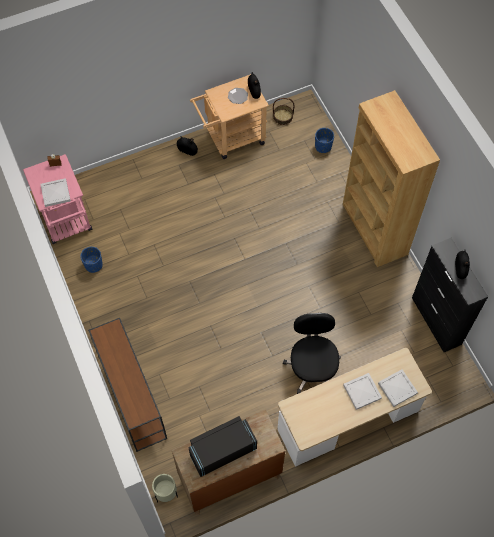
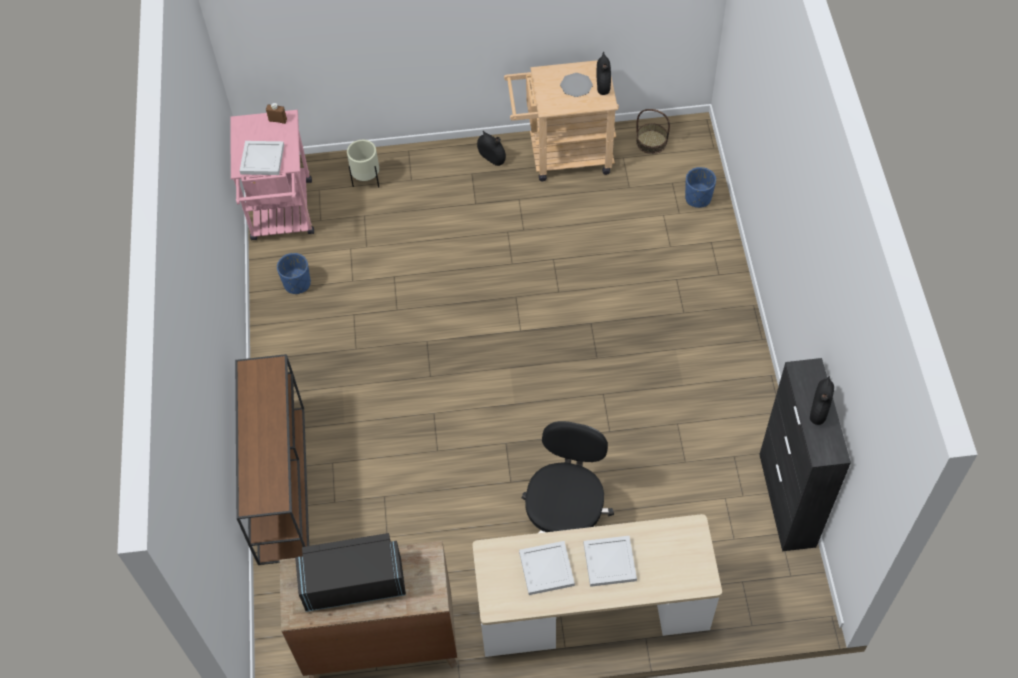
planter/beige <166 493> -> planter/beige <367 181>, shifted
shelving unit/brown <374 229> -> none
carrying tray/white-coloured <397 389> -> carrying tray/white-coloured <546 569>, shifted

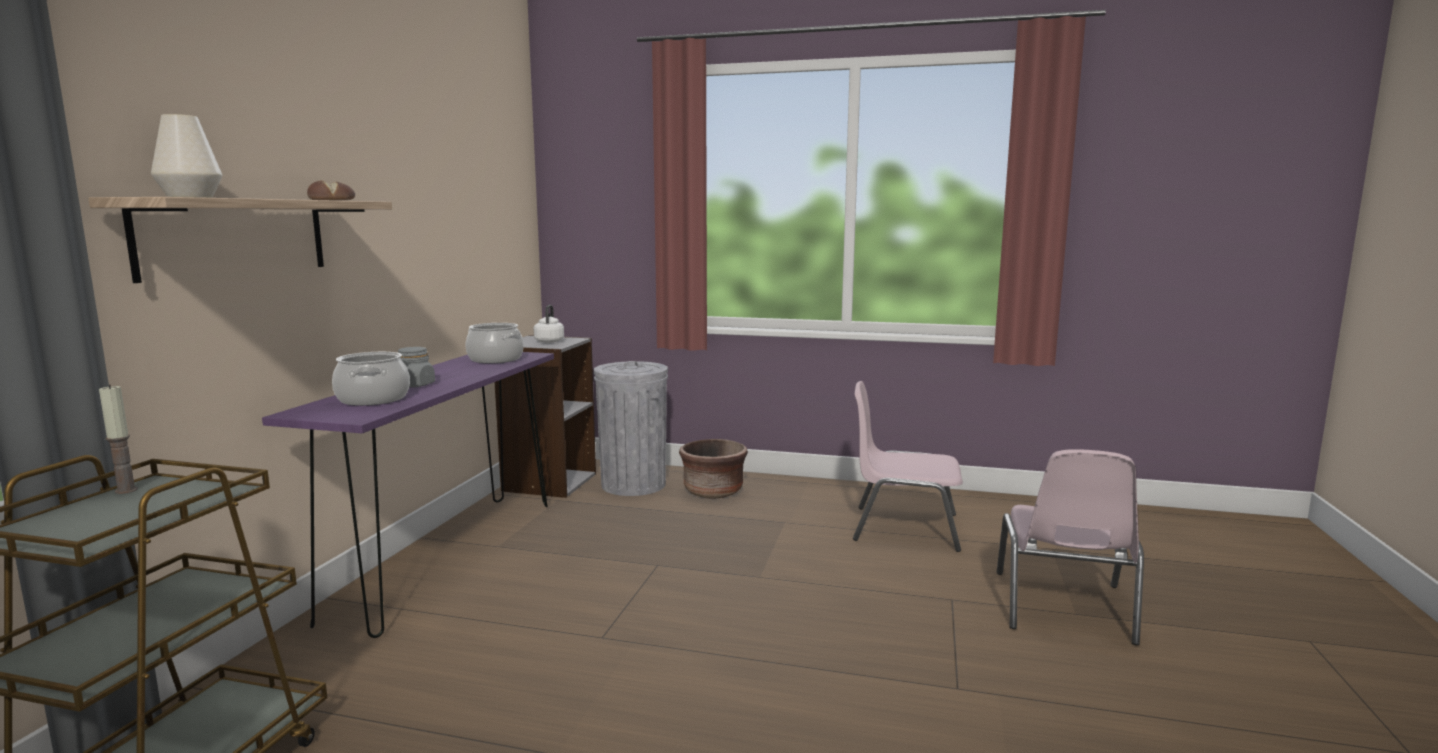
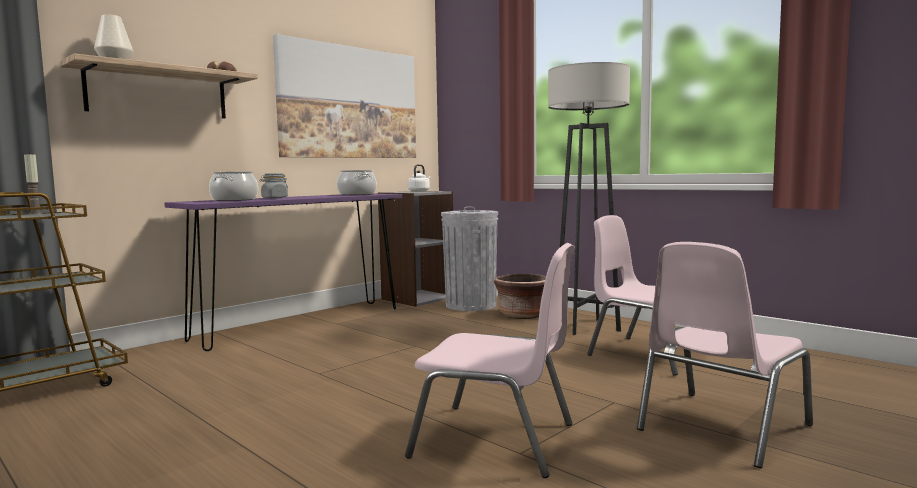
none -> wall picture <349 103>
none -> plain chair/pink-coloured <496 440>
none -> standard lamp/grey <586 327>

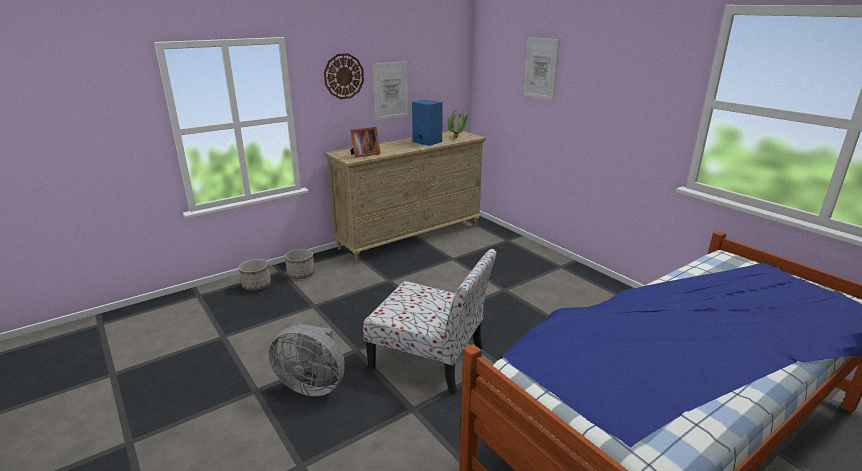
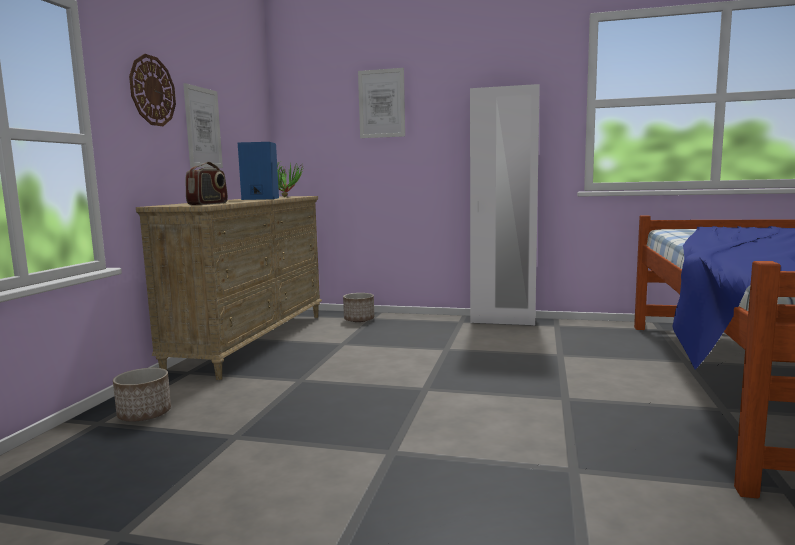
planter <256 285> -> planter <359 320>, shifted
cooling fan/grey <312 385> -> none
picture frame <364 155> -> radio receiver <208 204>
plain chair <430 358> -> none
none -> wardrobe/white-coloured <503 321>

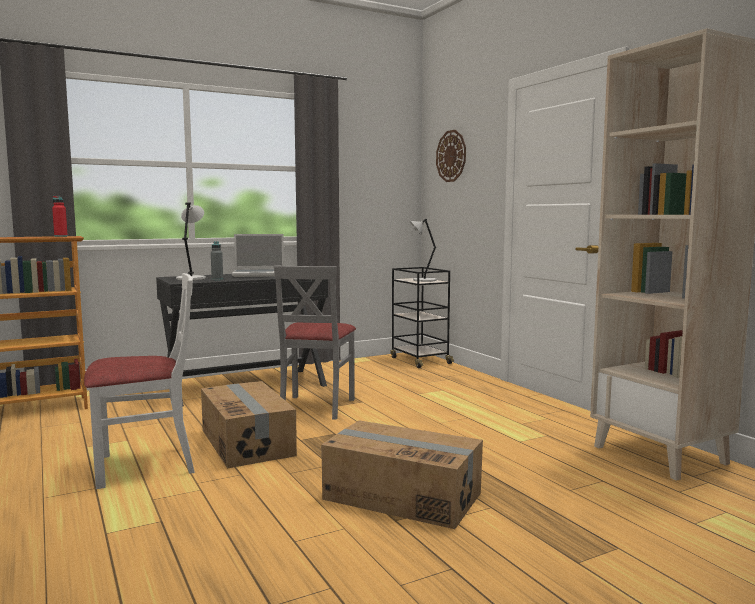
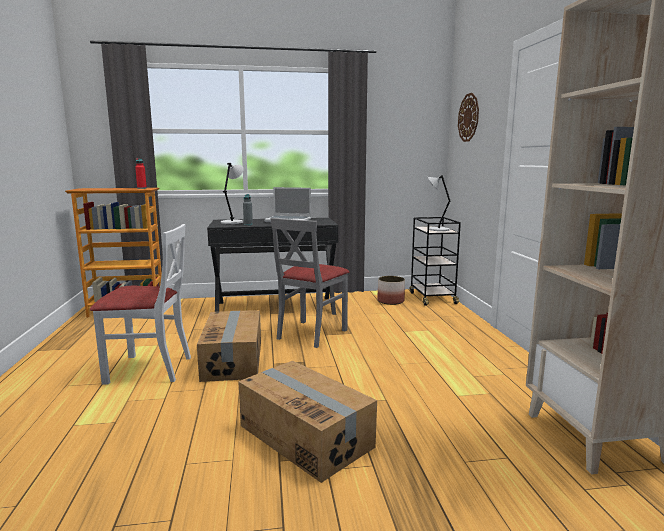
none -> planter <391 301>

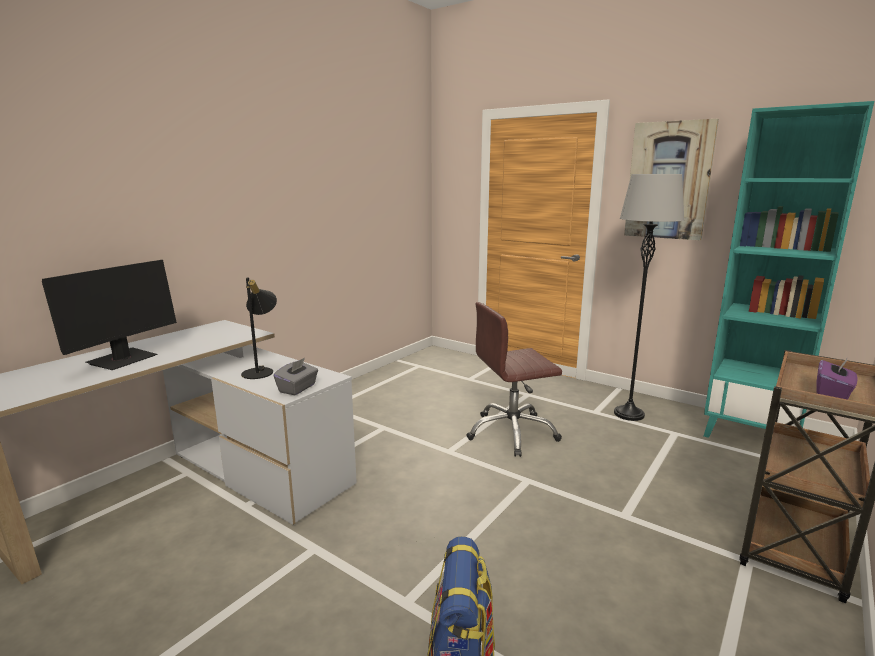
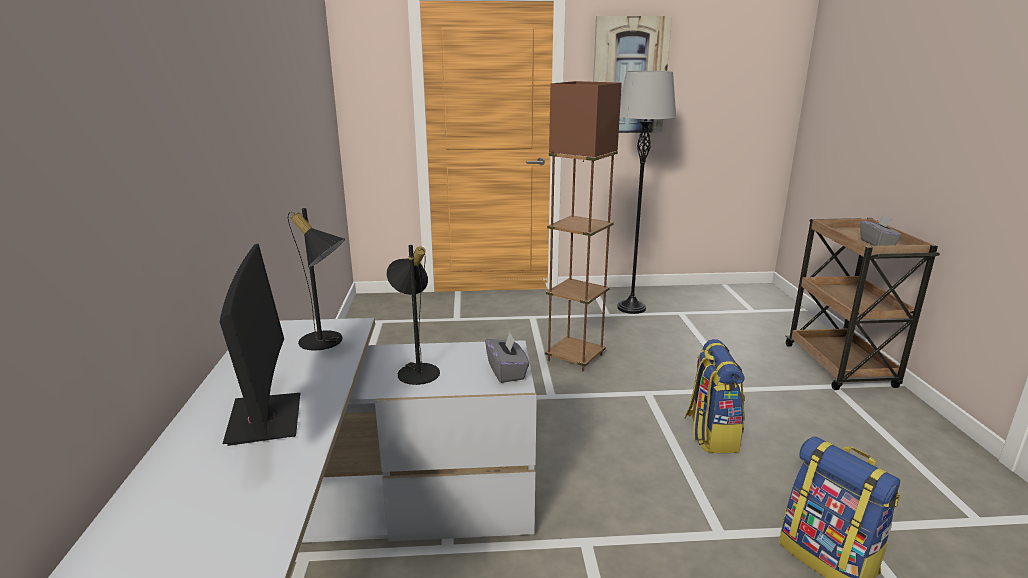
office chair/brown <512 433> -> standard lamp/brown <575 357>
shelving unit/blue-green <751 434> -> none
tissue box/purple-coloured <832 393> -> tissue box/grey <877 243>
none -> table lamp/blackish <326 343>
none -> backpack <710 434>

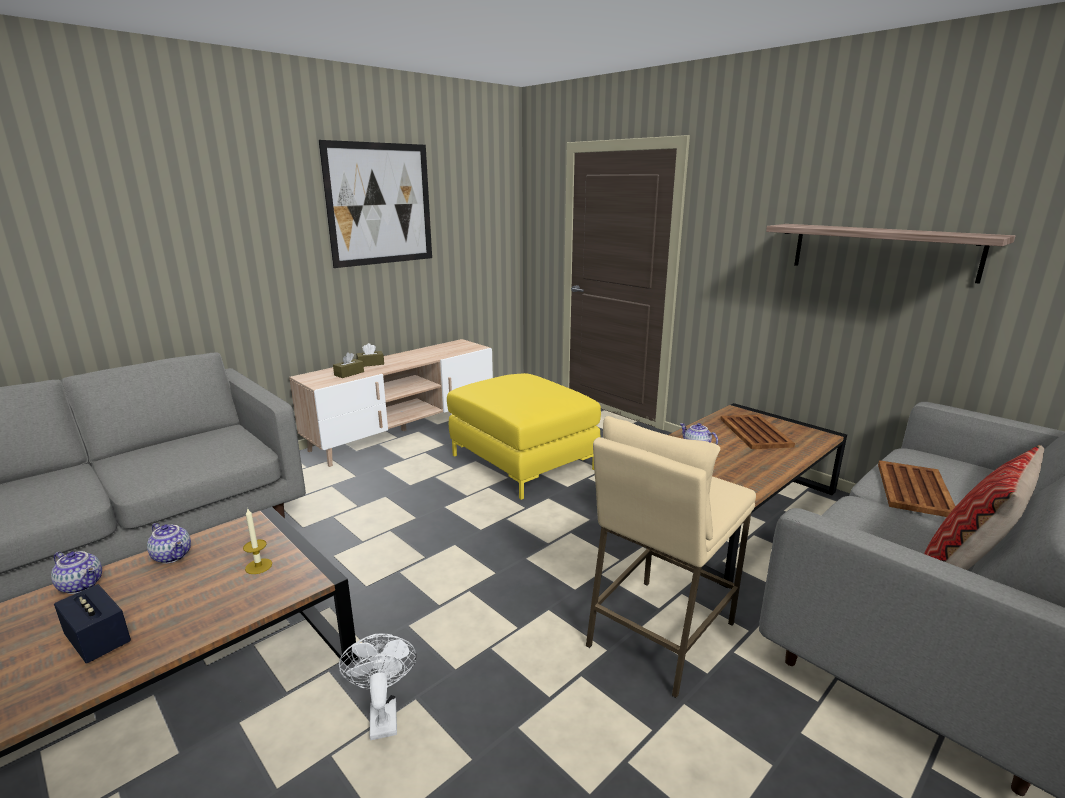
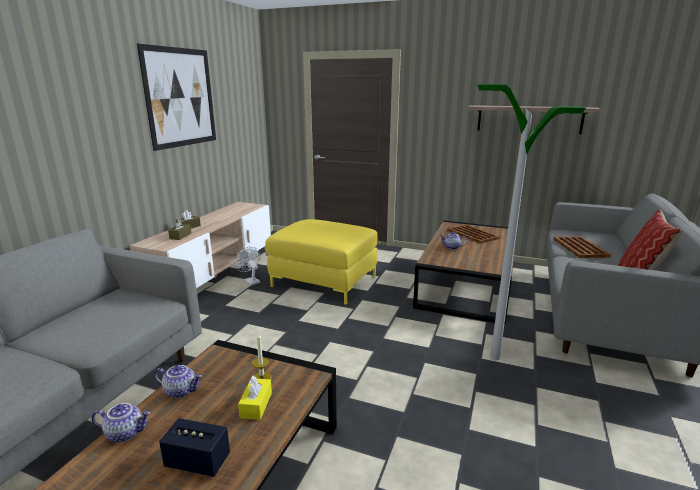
cooling fan/white-coloured <382 713> -> cooling fan/white-coloured <250 281>, shifted
stool seat/beige <660 634> -> standard lamp <494 357>
none -> tissue box/yellowish <256 405>

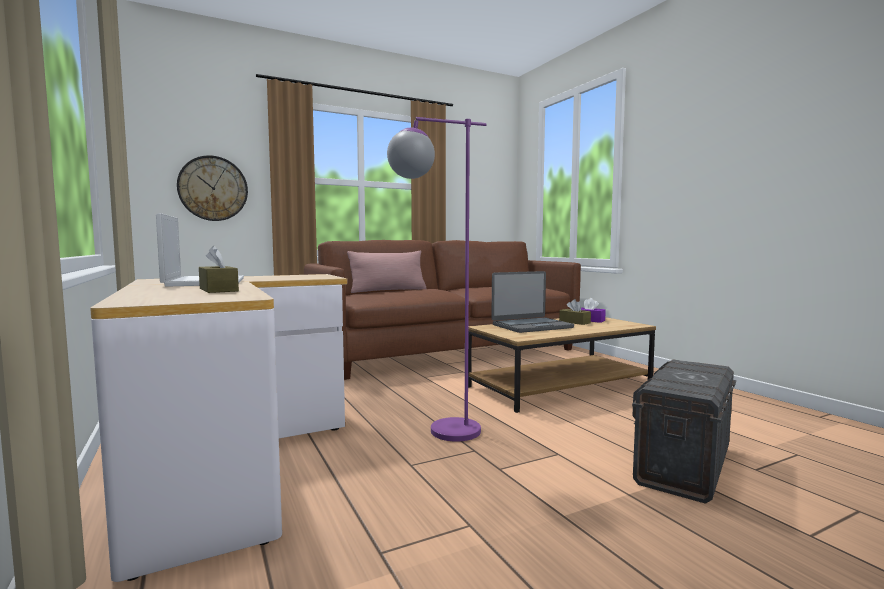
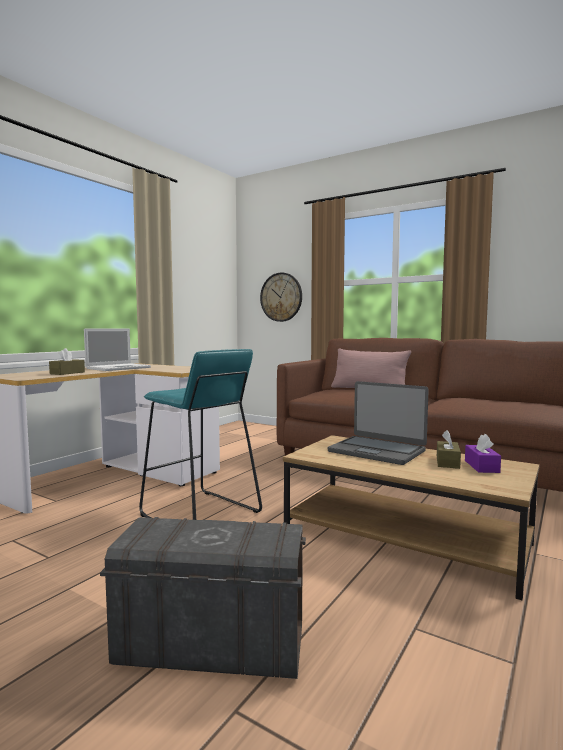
standard lamp/purple-coloured <438 433> -> stool seat/blue-green <200 514>

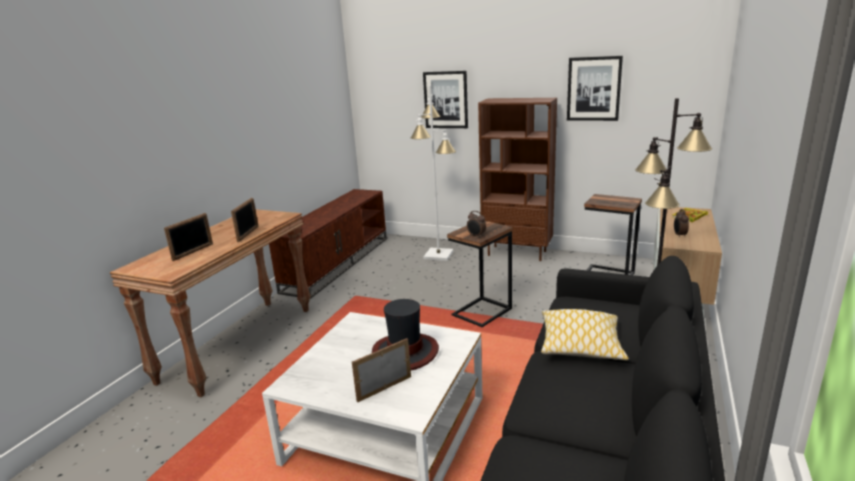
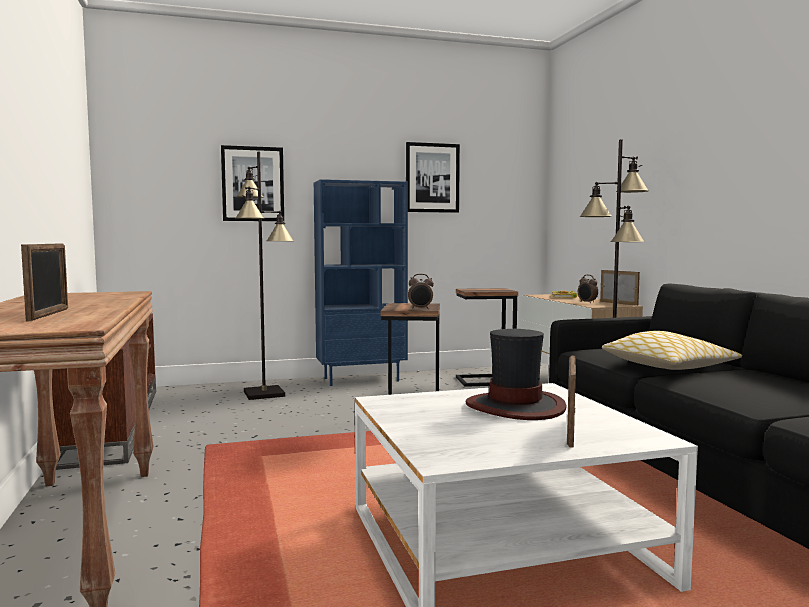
picture frame <248 234> -> picture frame <619 303>, shifted
standard lamp/white-coloured <439 255> -> standard lamp/blackish <264 394>
shelving unit/brown <517 253> -> shelving unit/bluish <362 379>

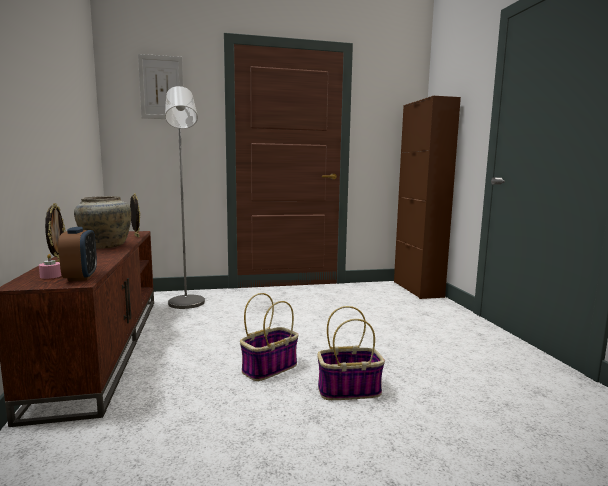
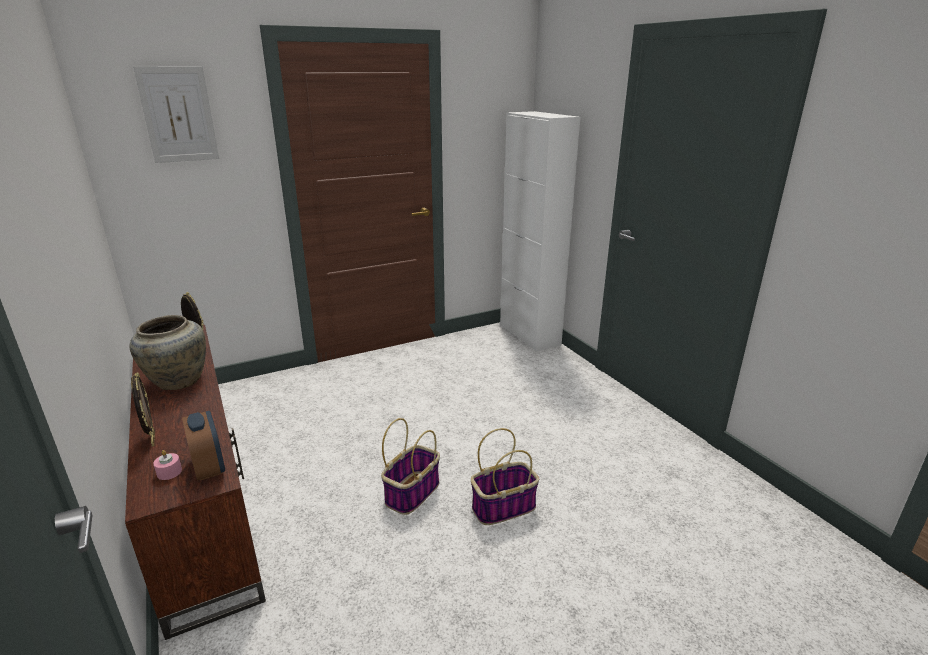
standard lamp/grey <187 305> -> none
cabinet/brown <417 289> -> cabinet/white-coloured <529 335>

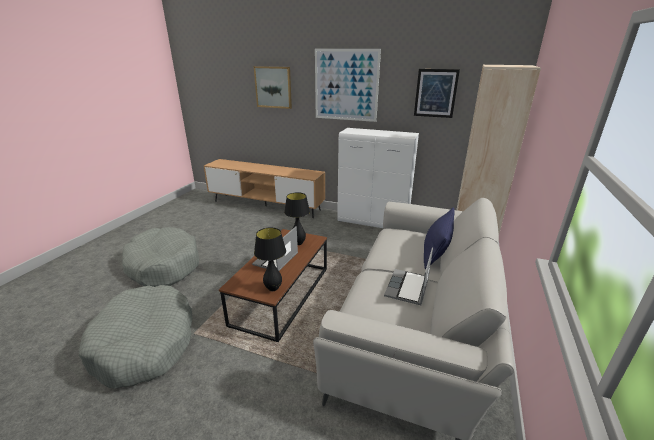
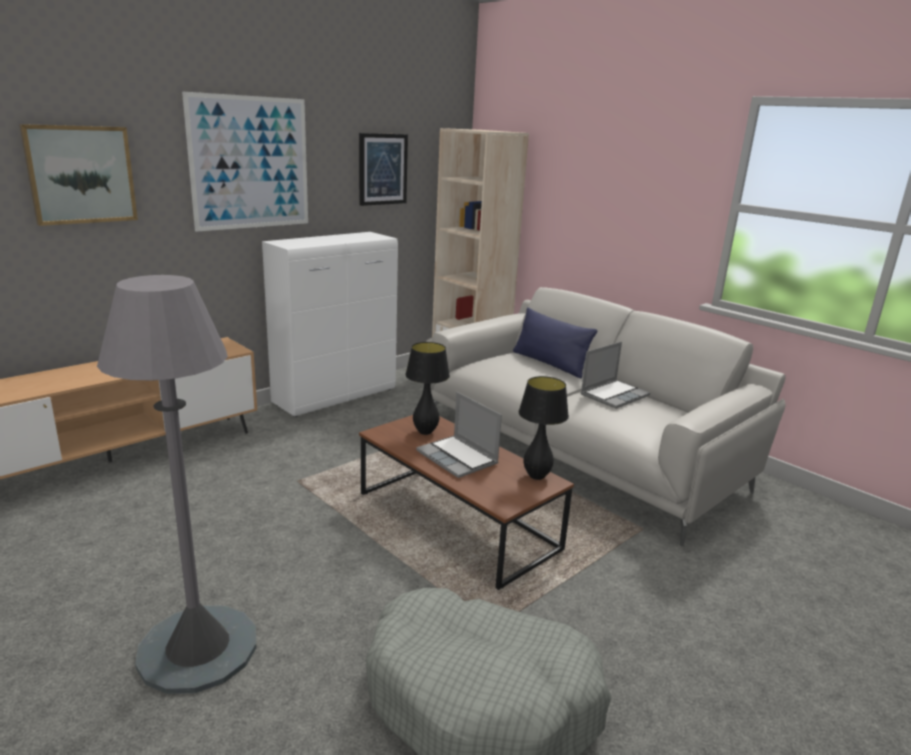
dog bed/grey <163 265> -> standard lamp/grey <198 648>
laptop <408 288> -> laptop <614 395>, 90 degrees counterclockwise

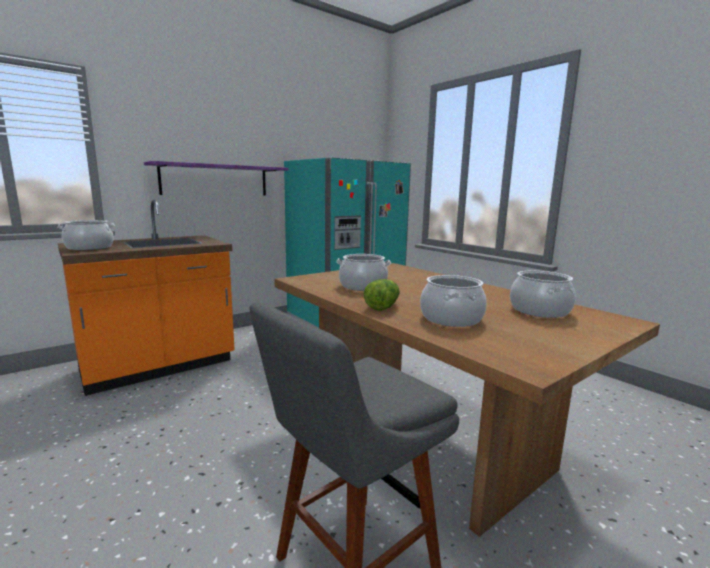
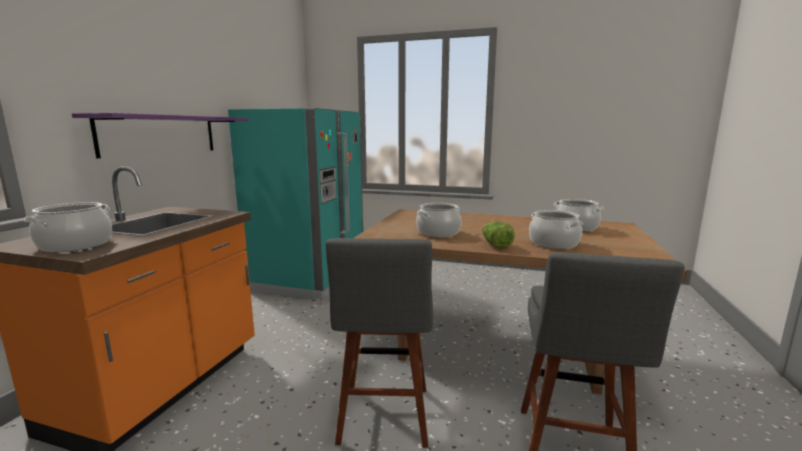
none -> stool seat/grey <384 419>

